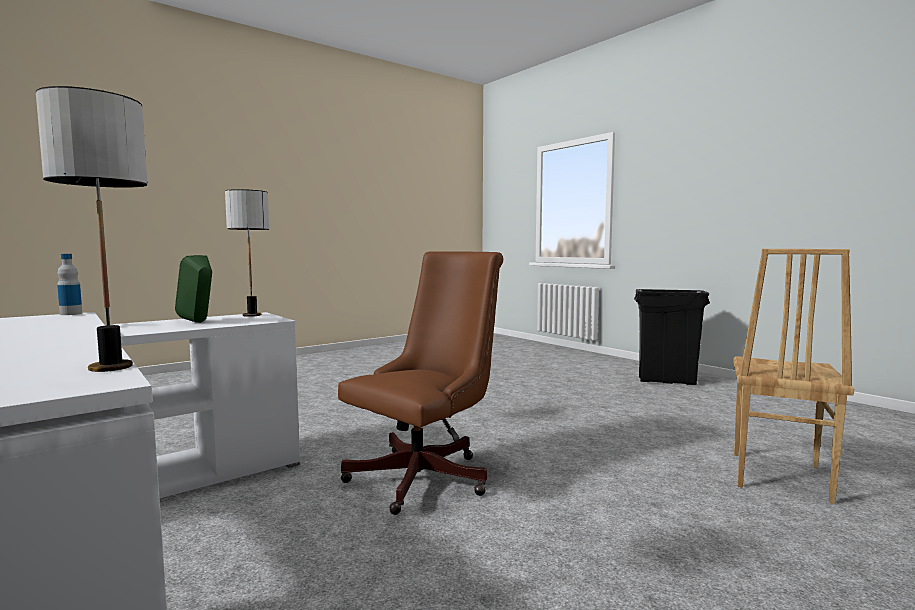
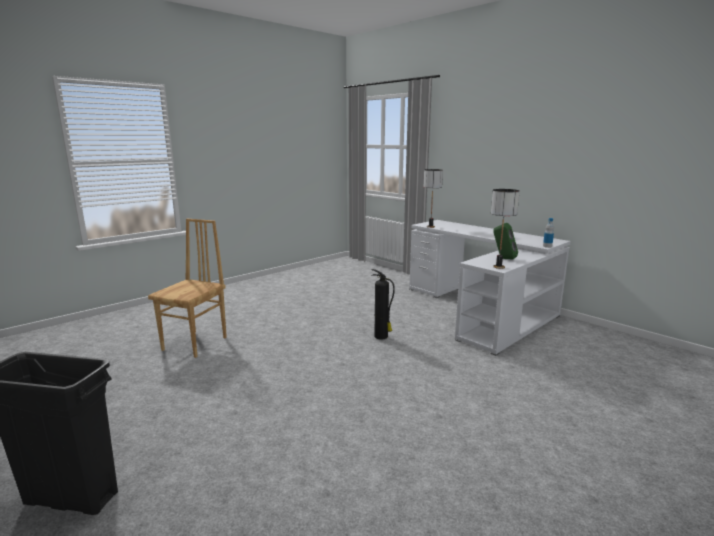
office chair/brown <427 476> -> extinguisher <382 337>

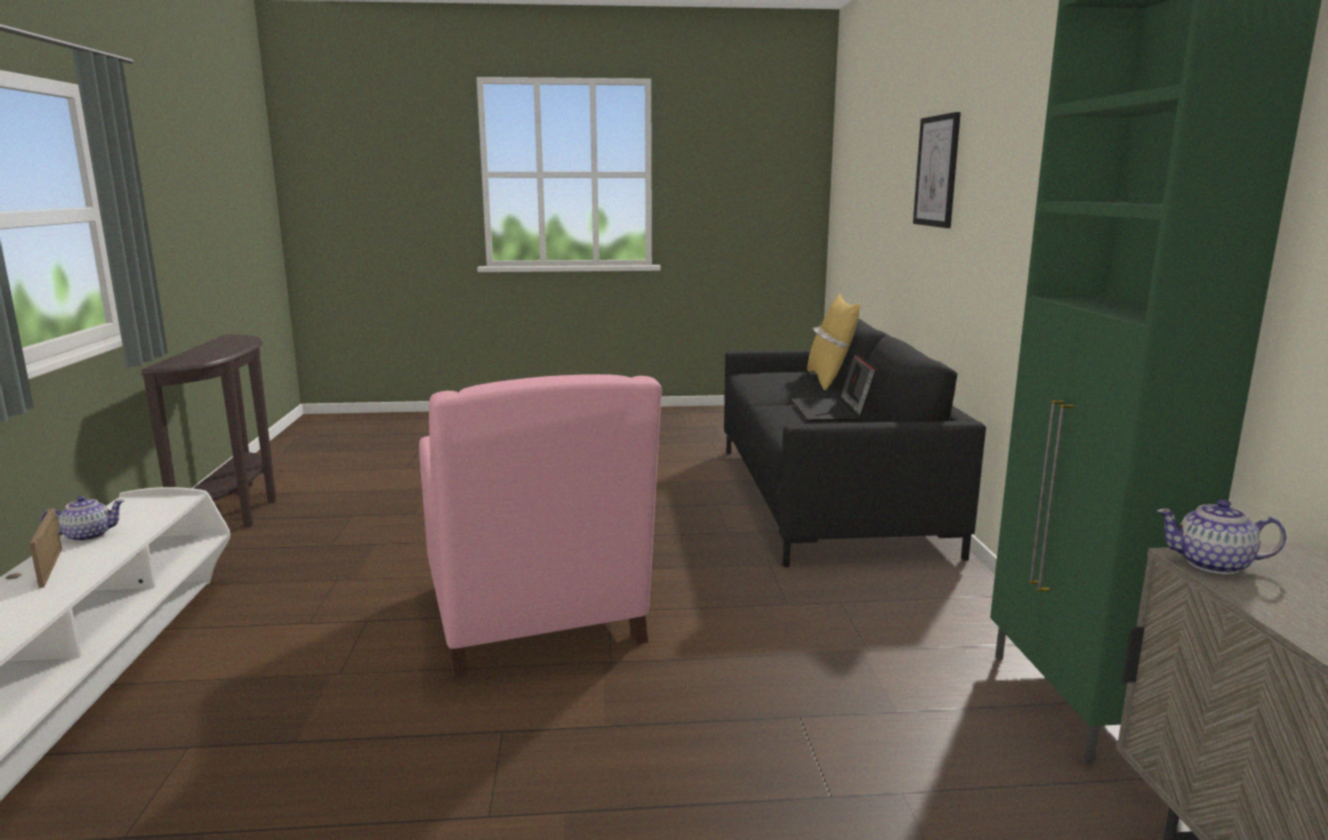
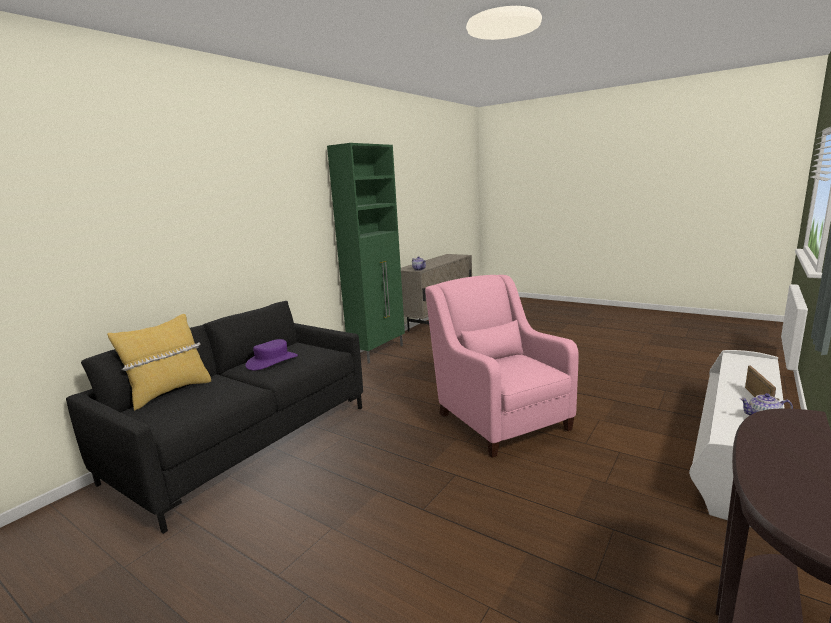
armchair/pink-coloured <535 618> -> armchair/pink-coloured <499 418>, 45 degrees counterclockwise
laptop <832 411> -> wearable hat/purple-coloured <272 361>
wall picture <937 171> -> none

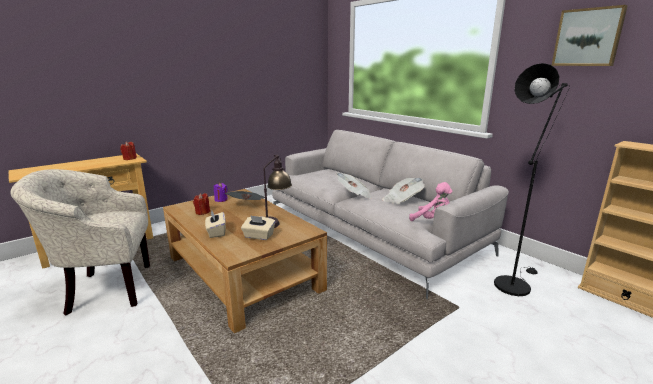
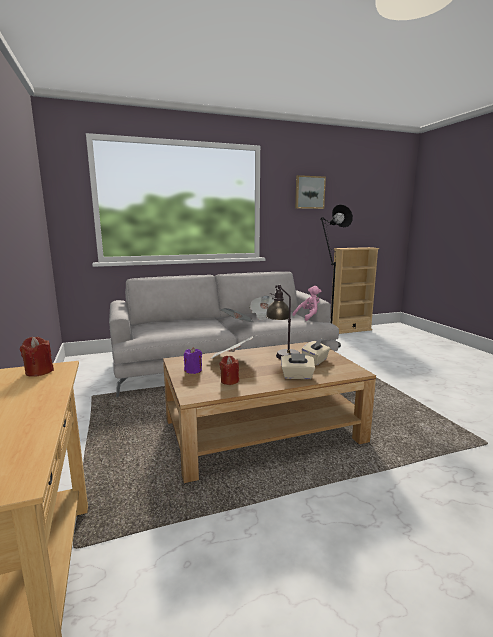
armchair/beige <105 289> -> none

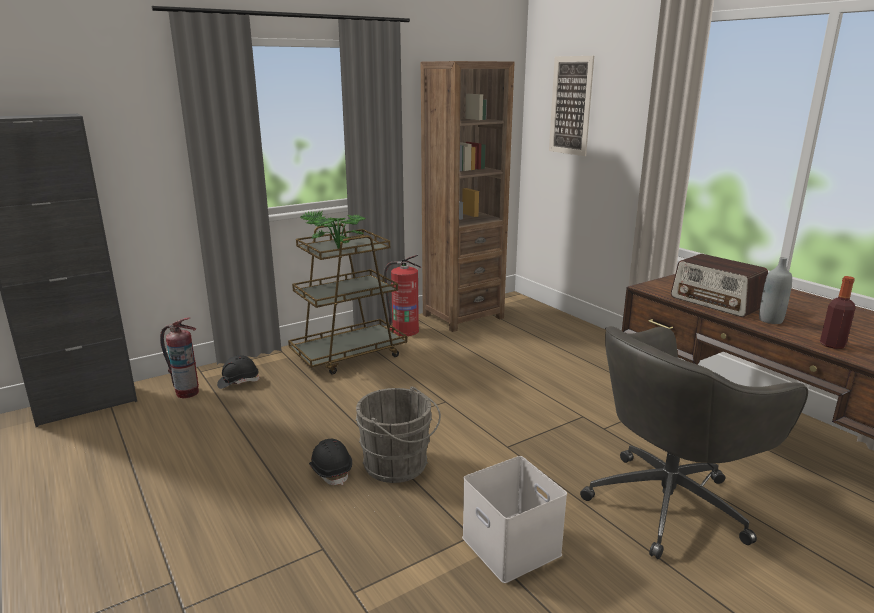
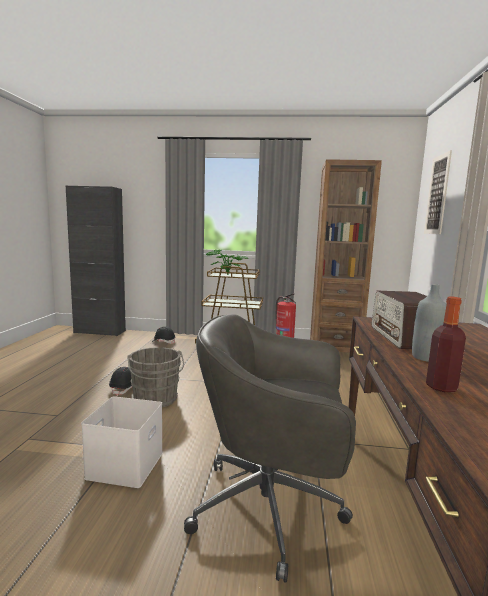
extinguisher <187 392> -> none

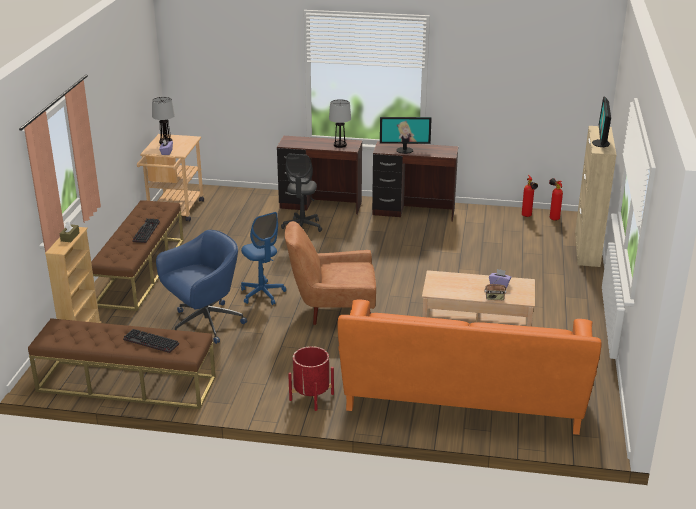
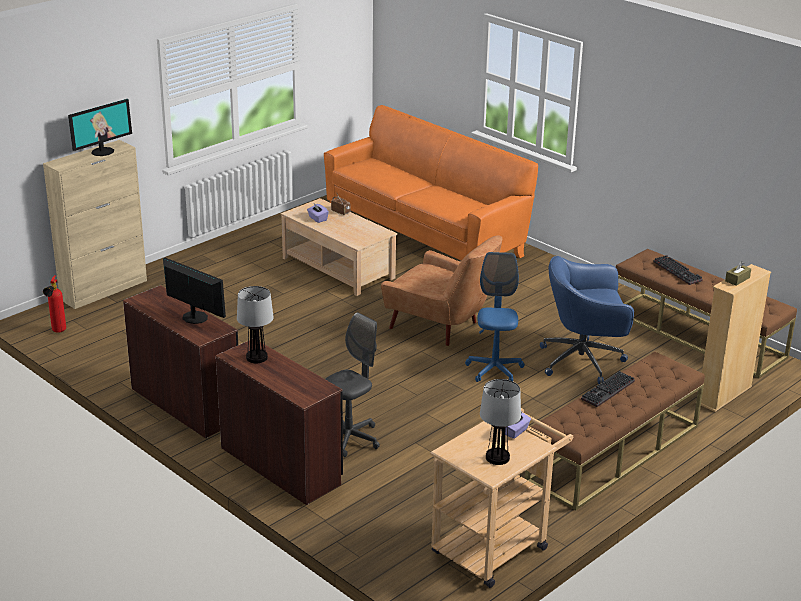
planter/reddish <311 397> -> none
extinguisher <527 216> -> none

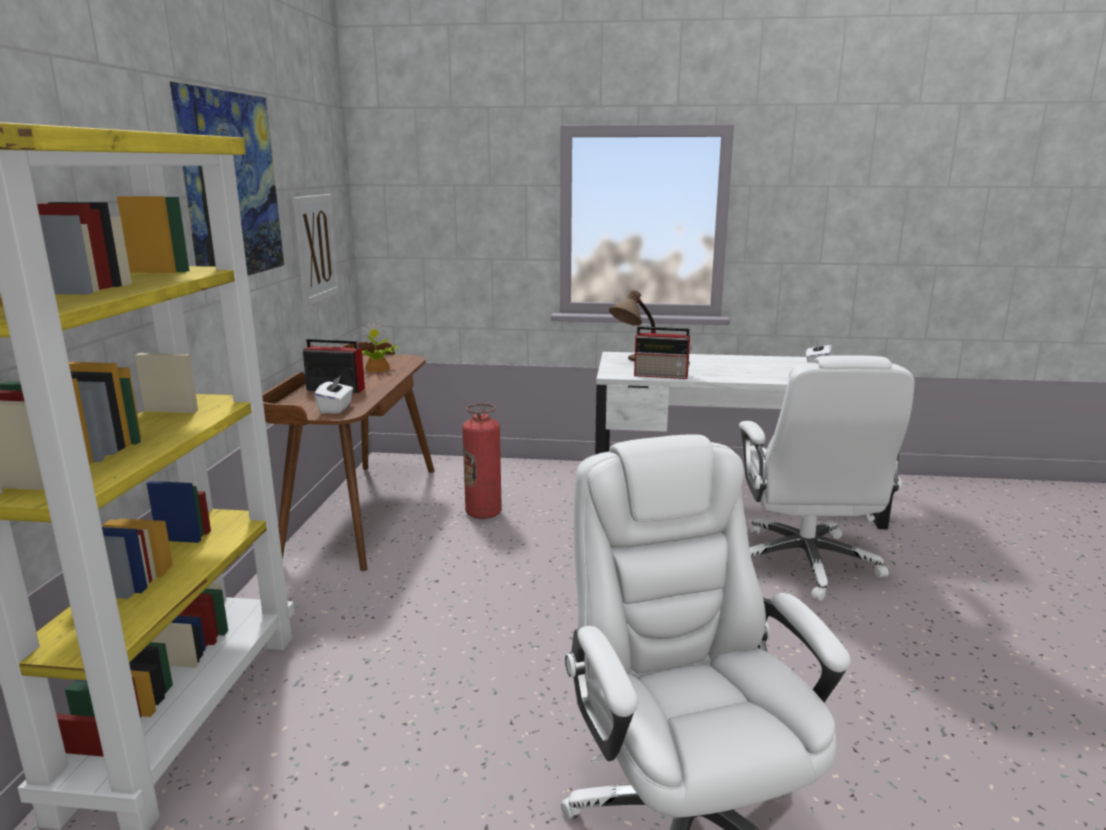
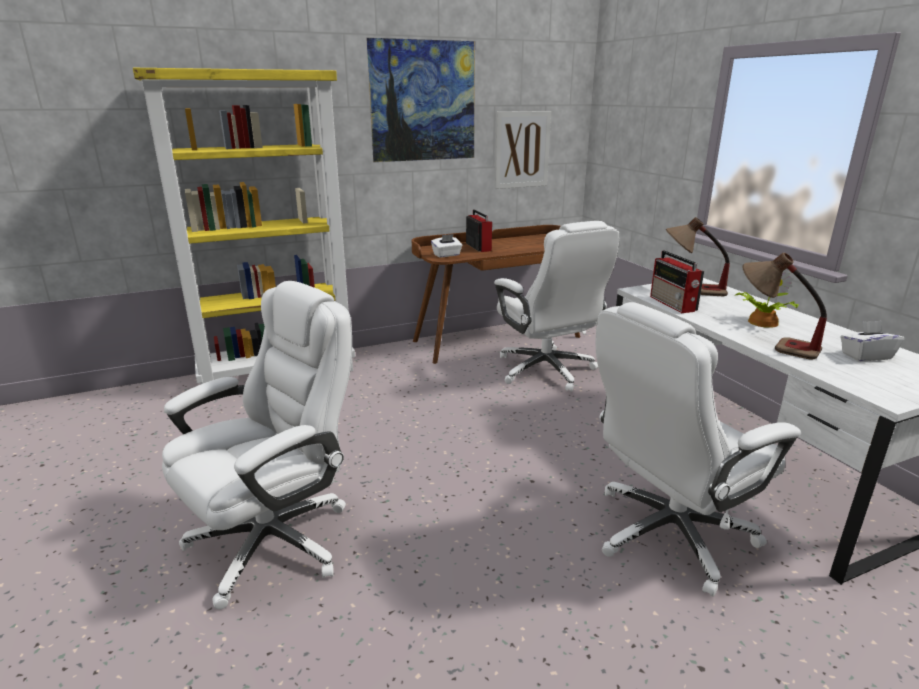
plant in a pot <376 369> -> plant in a pot <761 322>, shifted
extinguisher <483 513> -> office chair/white-coloured <547 370>
none -> table lamp <772 345>

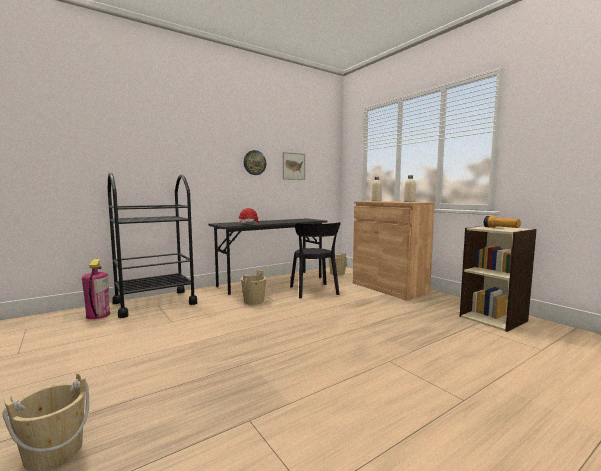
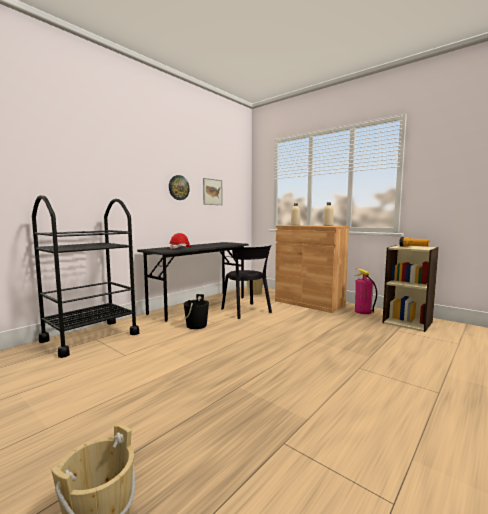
extinguisher <98 315> -> extinguisher <363 311>, shifted
water bucket/beige <254 301> -> water bucket/blackish <196 325>

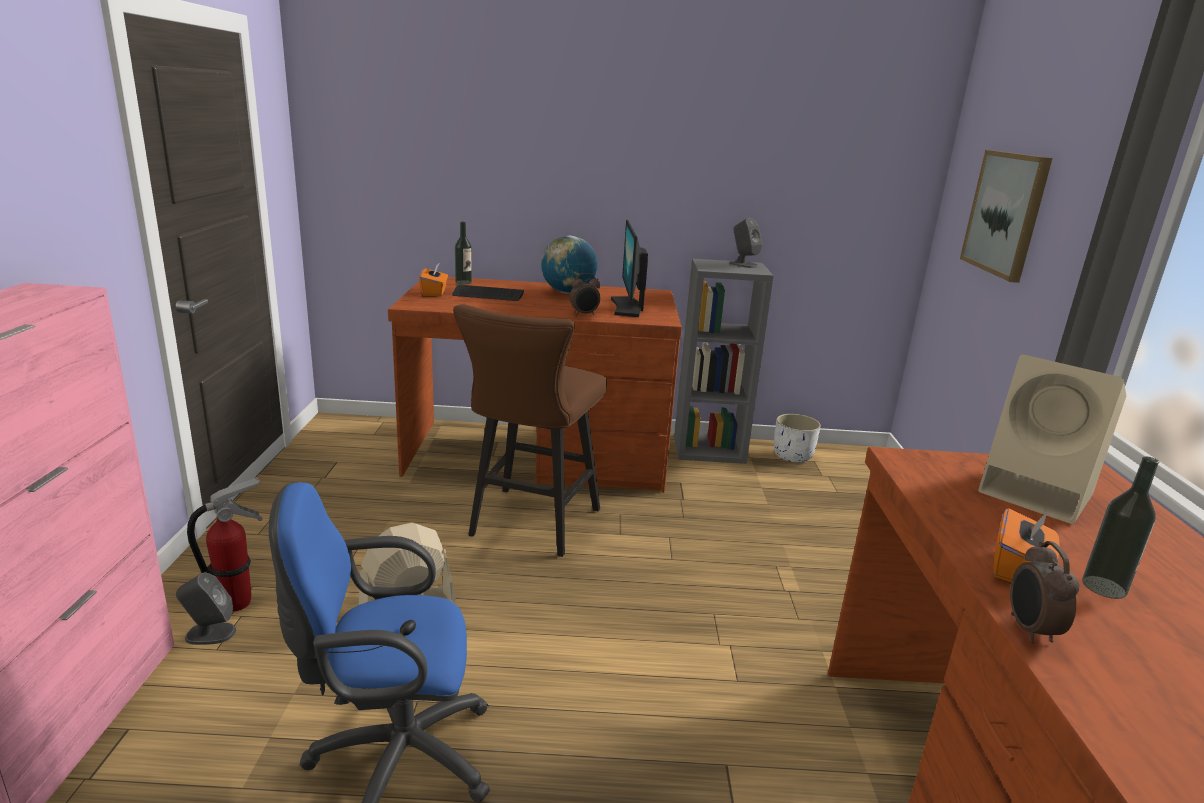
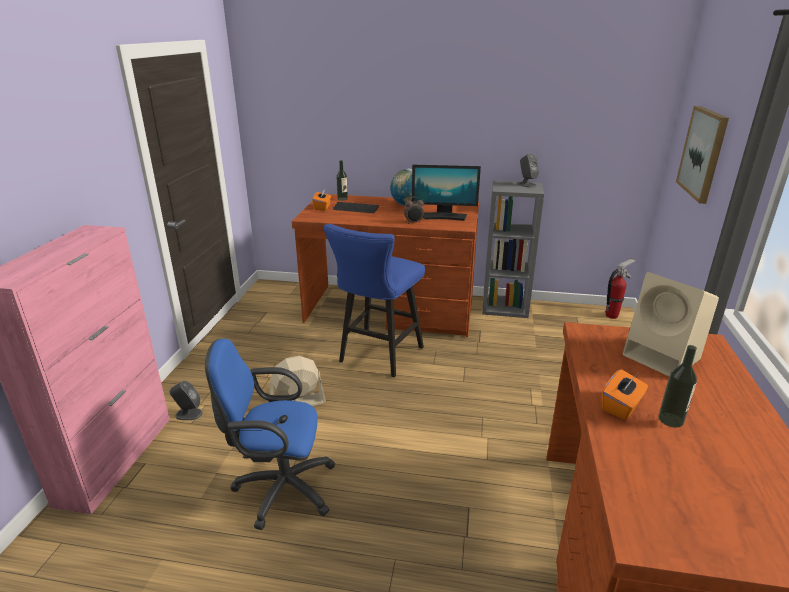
extinguisher <238 603> -> extinguisher <612 315>, shifted
stool seat/brown <530 526> -> stool seat/bluish <377 357>
computer screen <627 307> -> computer screen <444 216>, 90 degrees counterclockwise
planter/white-coloured <793 456> -> none
alarm clock <1029 630> -> none

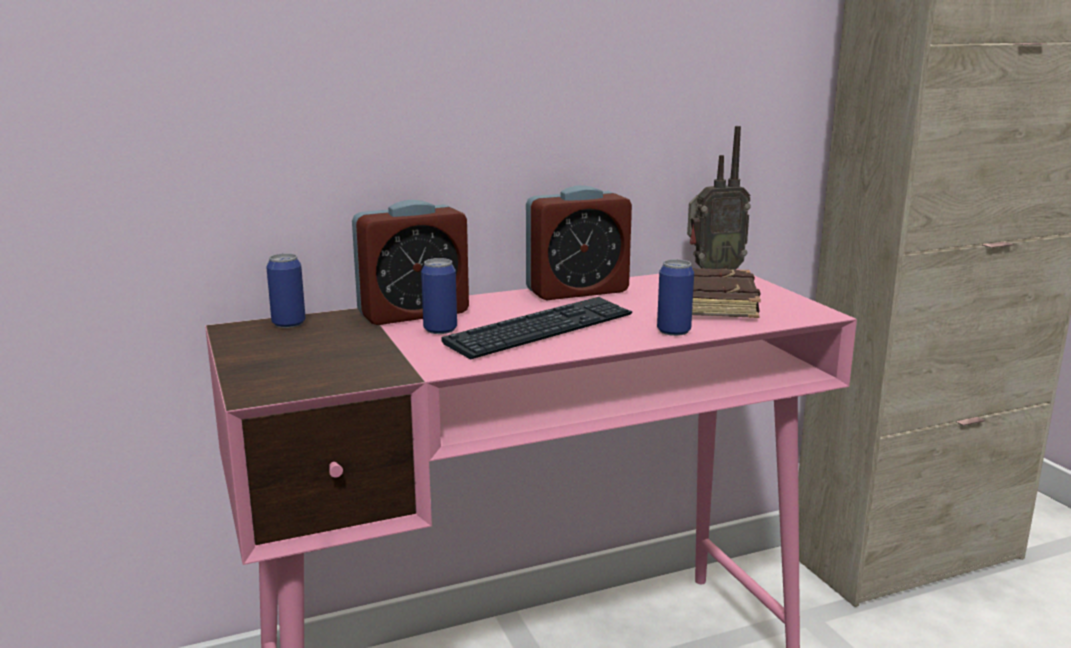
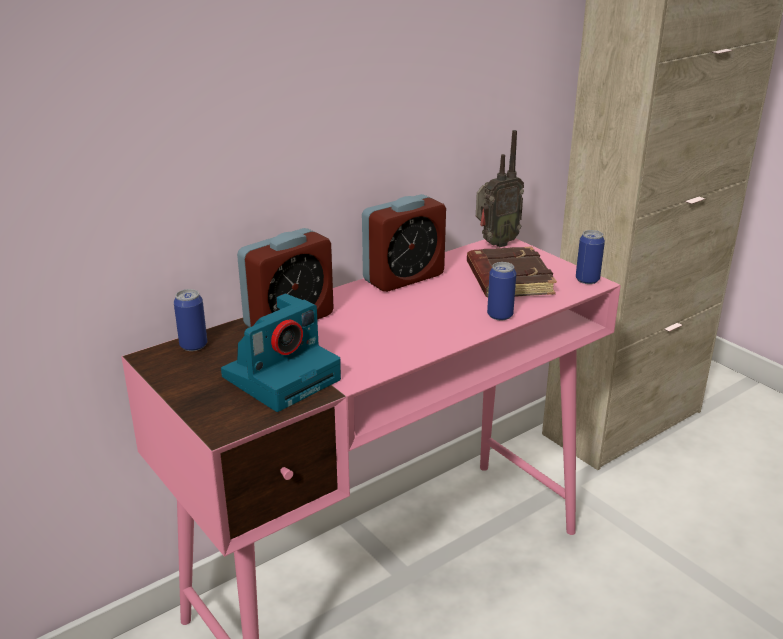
can <440 330> -> can <587 280>, shifted
PC keyboard <541 330> -> none
none -> photo camera <282 376>

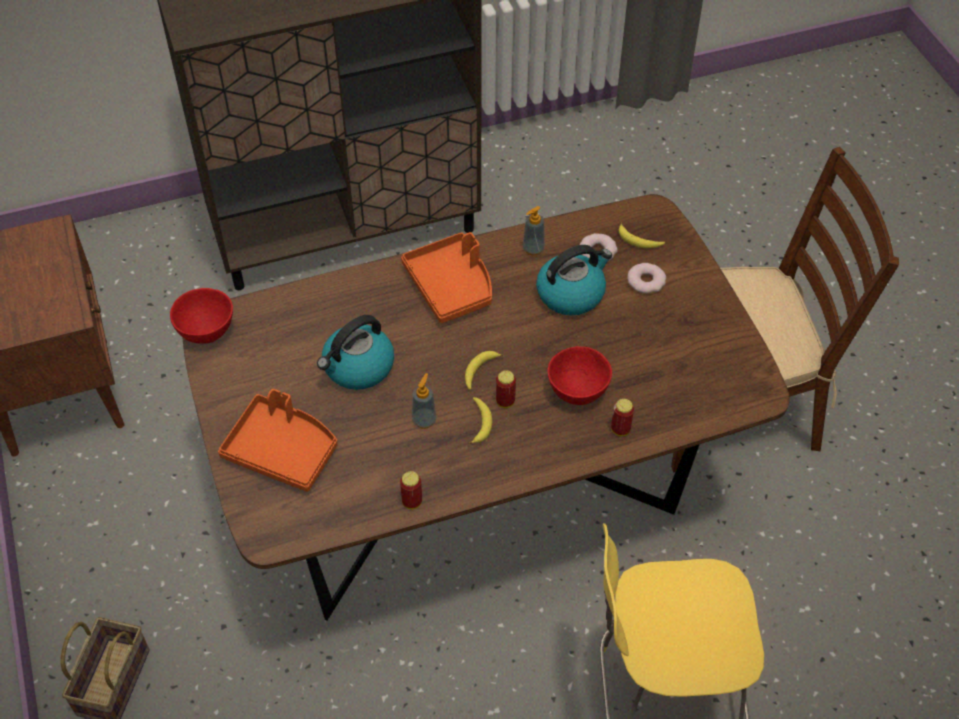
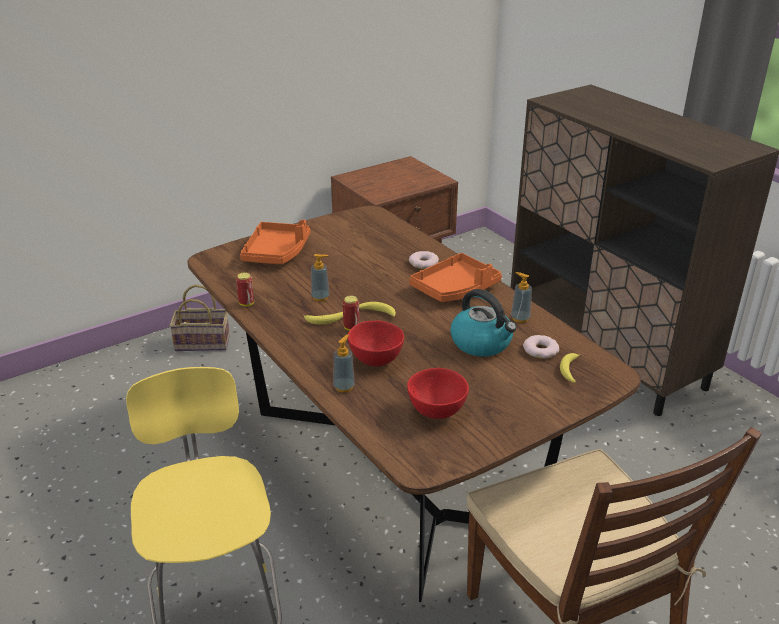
deep dish/reddish <207 331> -> deep dish/reddish <437 412>, shifted
water kettle <358 368> -> none
can <620 429> -> liquid soap bottle <344 387>
doughnut <646 281> -> doughnut <423 263>, shifted

